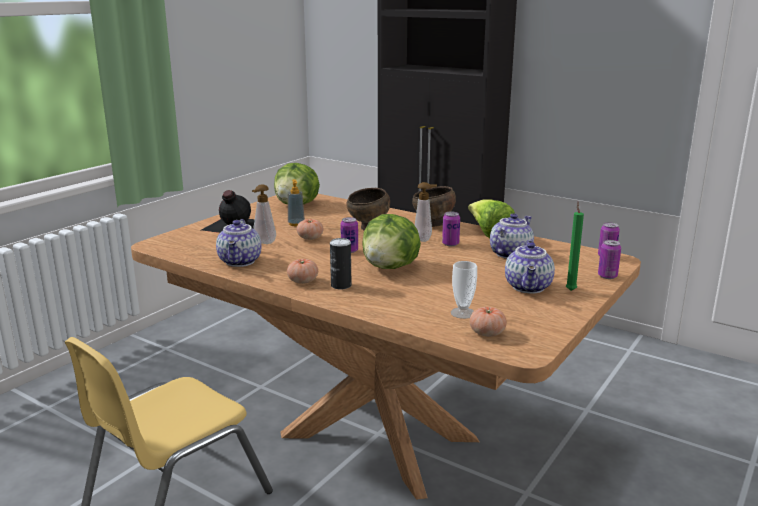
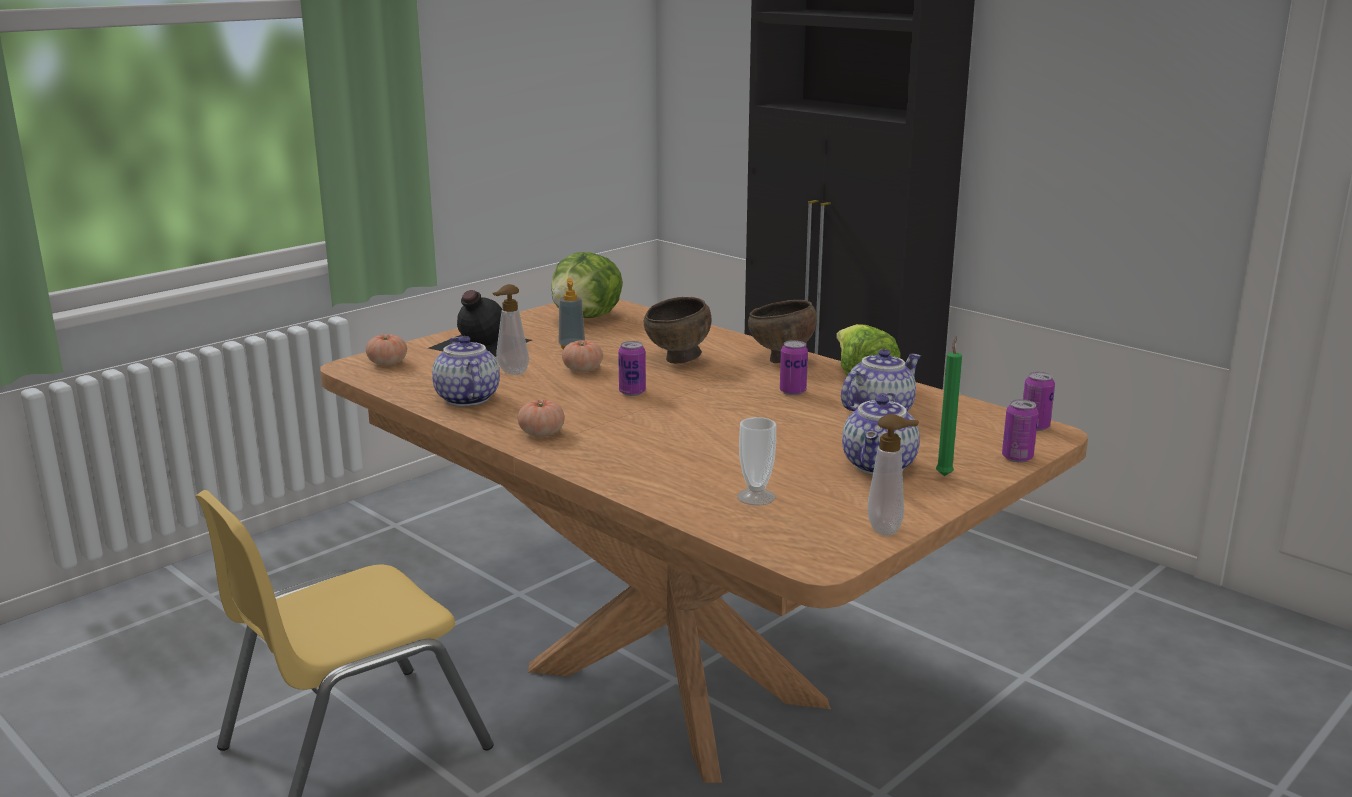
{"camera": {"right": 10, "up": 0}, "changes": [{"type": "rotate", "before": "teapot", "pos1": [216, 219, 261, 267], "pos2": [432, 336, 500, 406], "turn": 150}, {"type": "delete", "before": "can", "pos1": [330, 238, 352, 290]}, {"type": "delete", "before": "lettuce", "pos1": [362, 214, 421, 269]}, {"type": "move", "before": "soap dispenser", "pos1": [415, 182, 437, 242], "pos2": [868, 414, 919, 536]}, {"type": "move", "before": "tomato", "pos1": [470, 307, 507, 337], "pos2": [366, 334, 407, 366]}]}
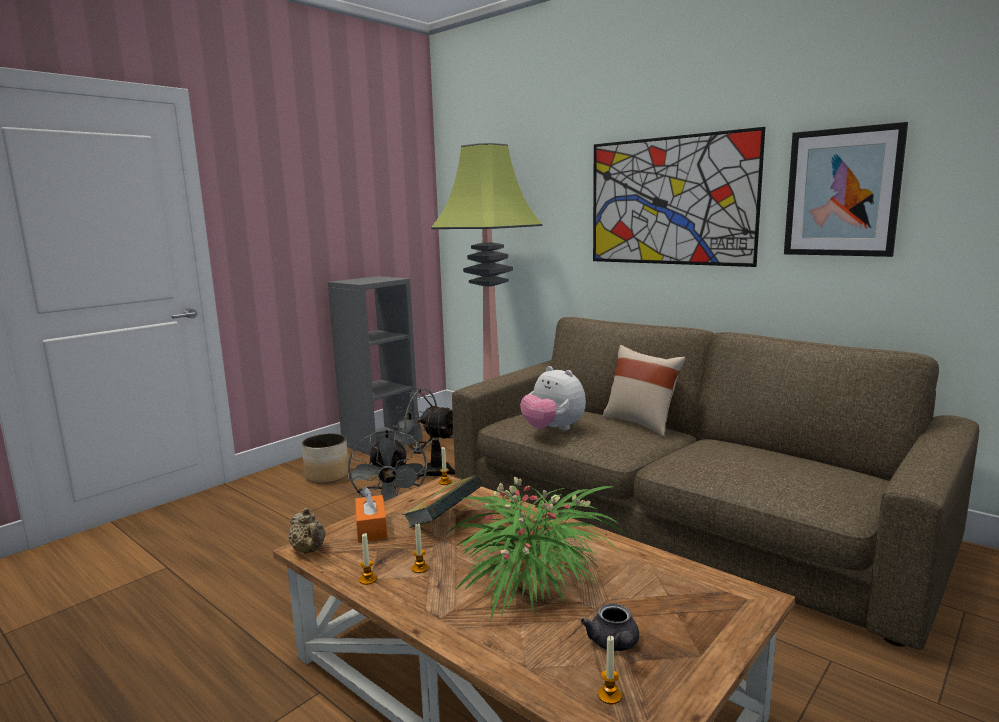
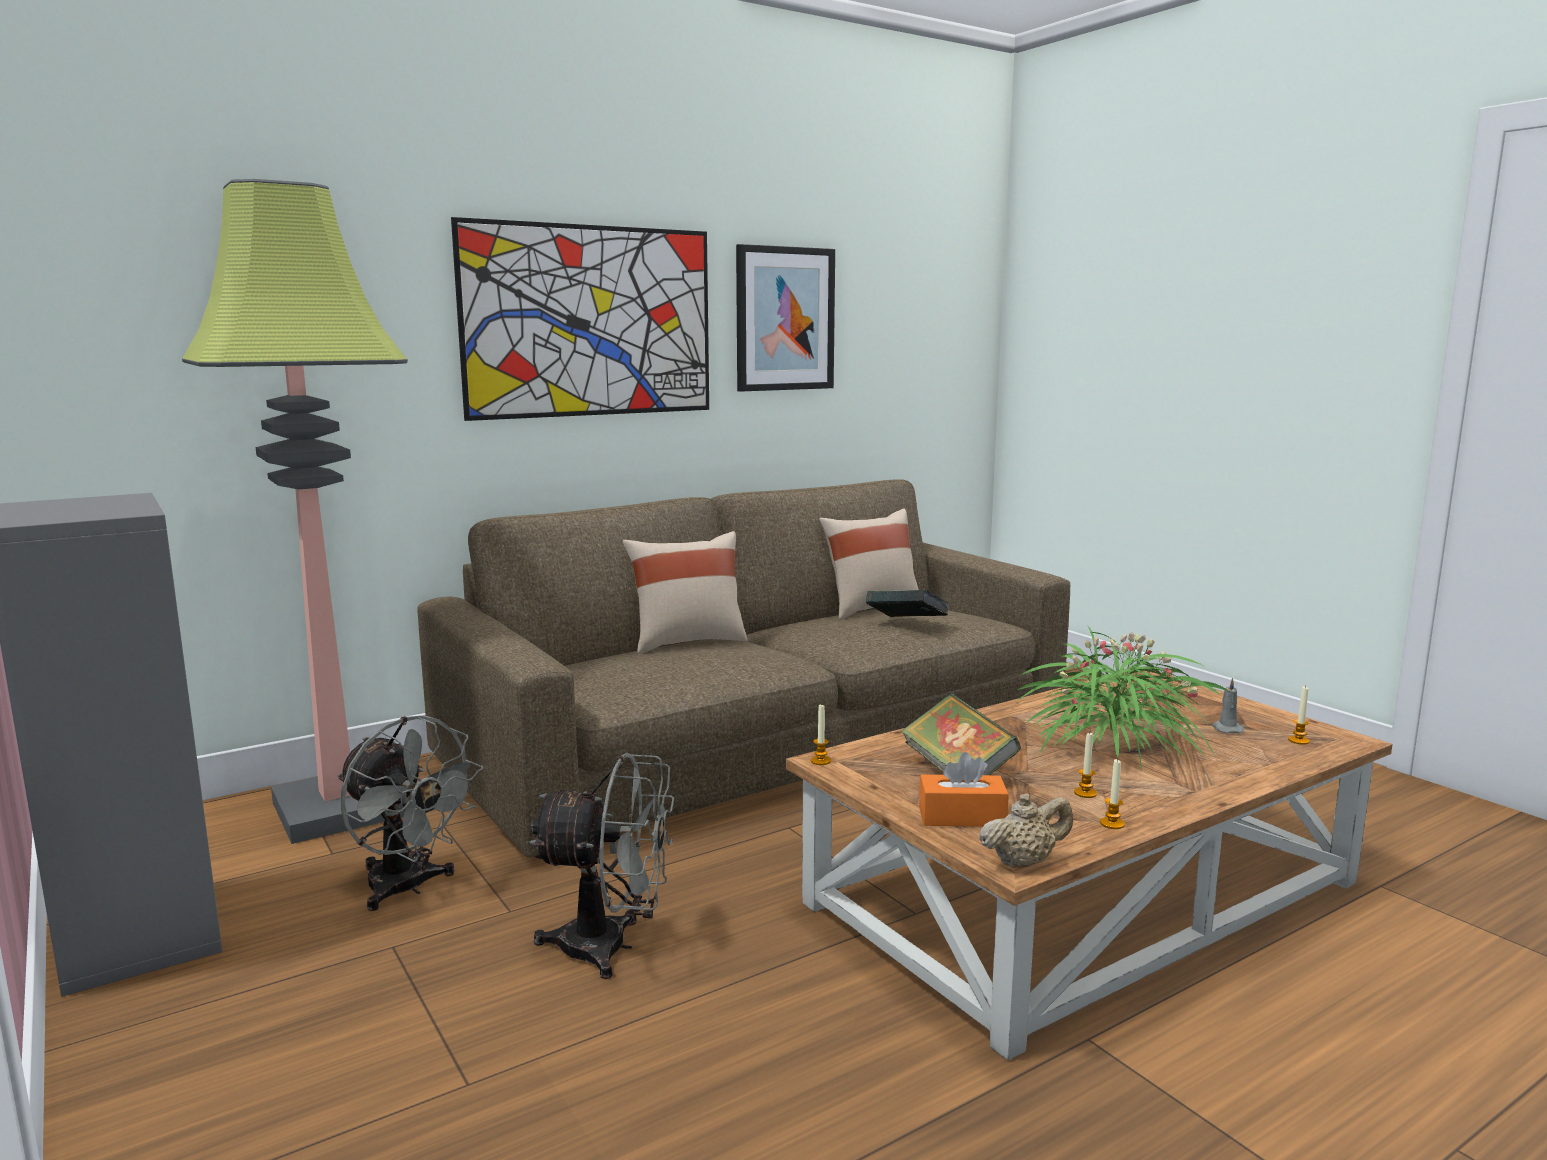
{"camera": {"right": -75, "up": 0}, "changes": [{"type": "delete", "before": "planter", "pos1": [302, 433, 348, 484]}, {"type": "rotate", "before": "fan/grey", "pos1": [392, 388, 455, 480], "pos2": [338, 716, 483, 911], "turn": -90}, {"type": "delete", "before": "plush toy", "pos1": [520, 366, 586, 430]}, {"type": "replace", "before": "teapot/grey", "after": "candle/grey", "pos1": [581, 603, 639, 651], "pos2": [1212, 678, 1244, 734]}, {"type": "insert", "after": "pillow/beige", "pos2": [819, 509, 919, 620]}, {"type": "insert", "after": "book", "pos2": [866, 590, 949, 617]}]}
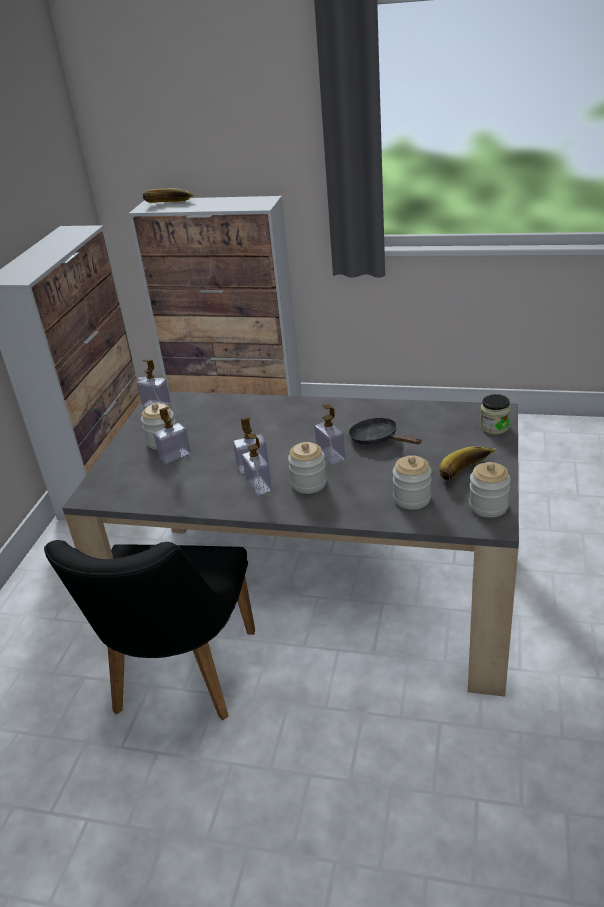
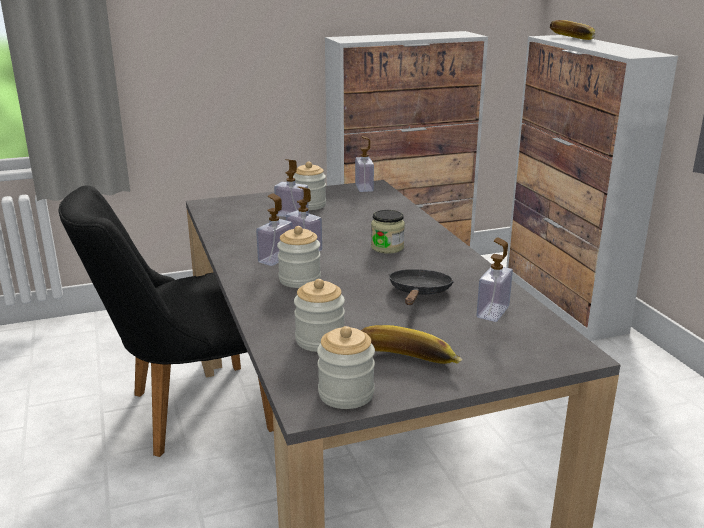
{"camera": {"right": 55, "up": -10}, "changes": [{"type": "move", "before": "soap dispenser", "pos1": [315, 405, 345, 464], "pos2": [477, 237, 513, 322]}, {"type": "move", "before": "jar", "pos1": [480, 394, 511, 435], "pos2": [371, 210, 405, 254]}]}
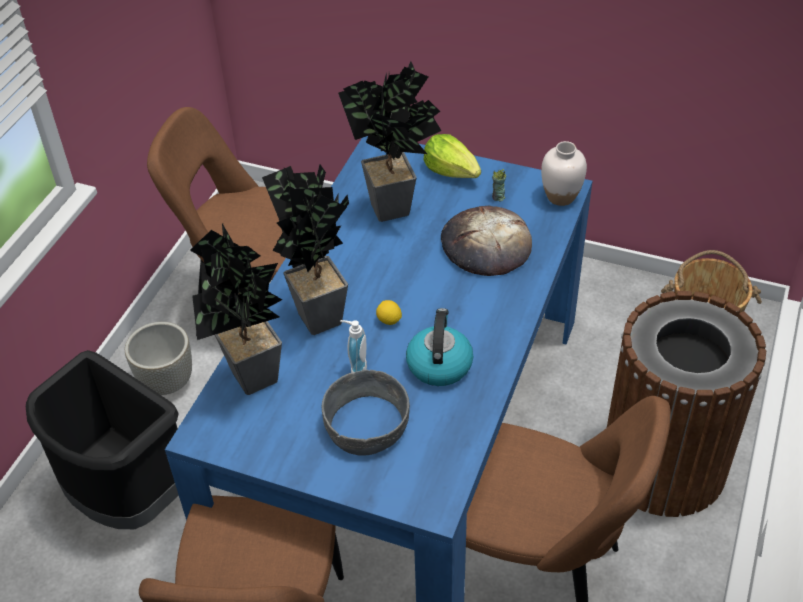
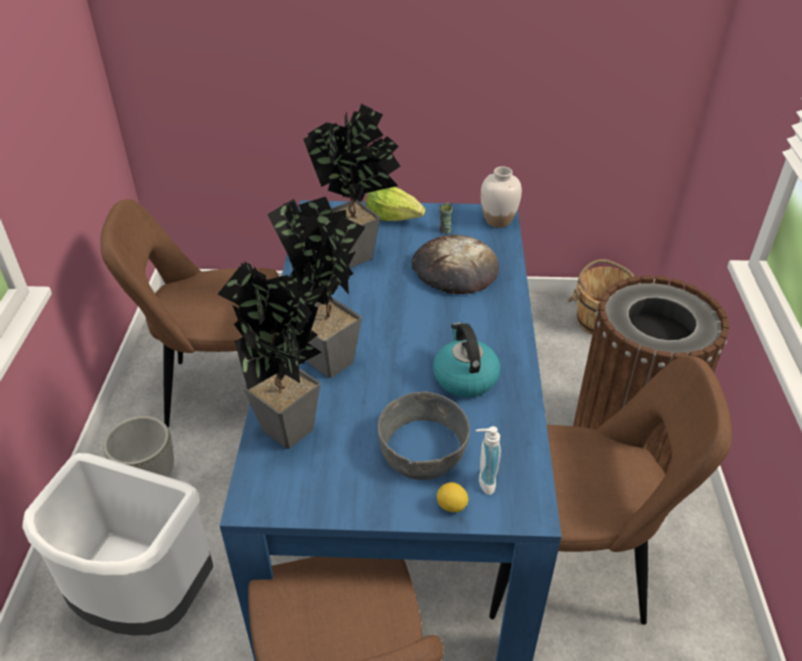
{"camera": {"right": -20, "up": -5}, "changes": [{"type": "recolor", "before": "trash can/black", "after": "trash can/white", "pos1": [26, 350, 179, 529], "pos2": [22, 453, 213, 636]}, {"type": "move", "before": "soap dispenser", "pos1": [340, 320, 367, 373], "pos2": [476, 426, 501, 495]}, {"type": "move", "before": "lemon", "pos1": [376, 300, 402, 325], "pos2": [437, 482, 469, 512]}]}
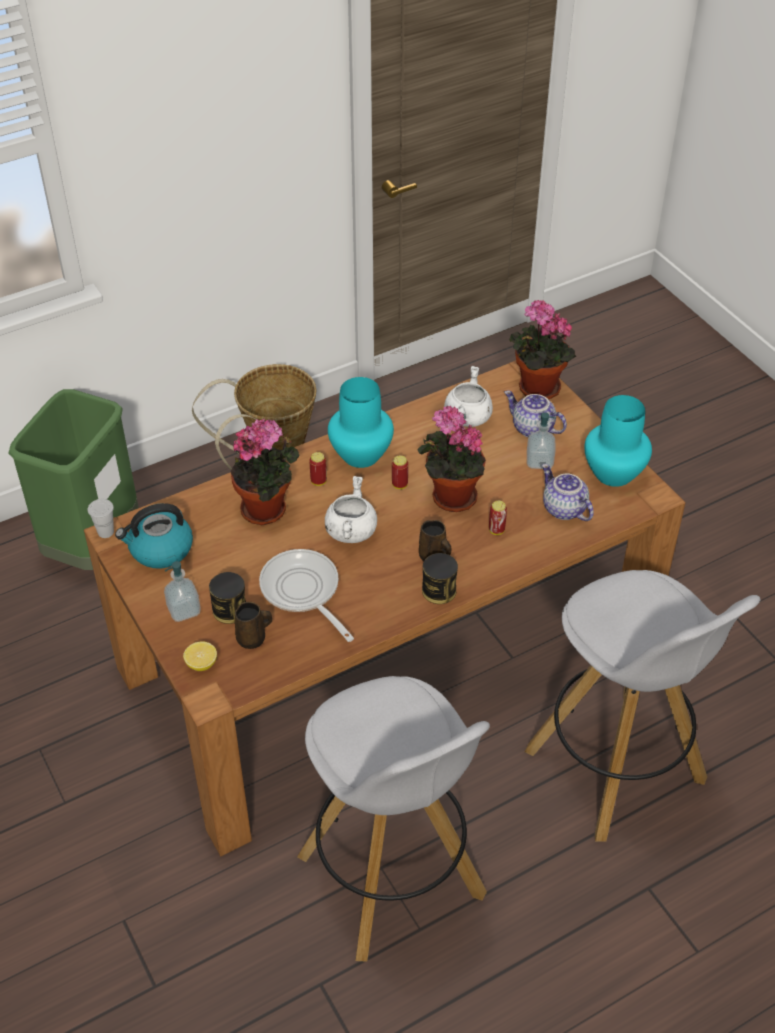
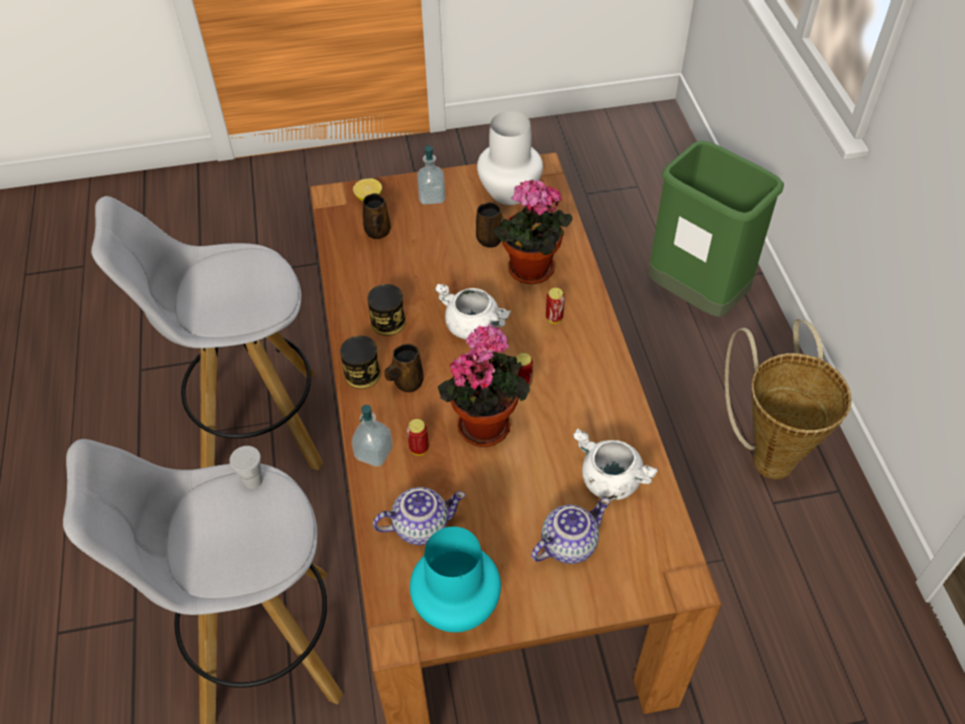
{"camera": {"right": 110, "up": 5}, "changes": [{"type": "move", "before": "cup/white", "pos1": [88, 499, 114, 538], "pos2": [230, 446, 263, 489]}, {"type": "replace", "before": "kettle", "after": "vase/white", "pos1": [115, 503, 193, 569], "pos2": [477, 111, 543, 205]}, {"type": "move", "before": "can", "pos1": [209, 572, 246, 624], "pos2": [367, 284, 406, 336]}, {"type": "delete", "before": "frying pan", "pos1": [259, 549, 354, 642]}, {"type": "delete", "before": "vase/turquoise", "pos1": [328, 377, 394, 468]}, {"type": "delete", "before": "potted plant", "pos1": [509, 300, 576, 400]}, {"type": "move", "before": "soap dispenser", "pos1": [527, 412, 556, 469], "pos2": [352, 405, 393, 467]}, {"type": "insert", "after": "mug/brown", "pos2": [476, 202, 505, 248]}]}
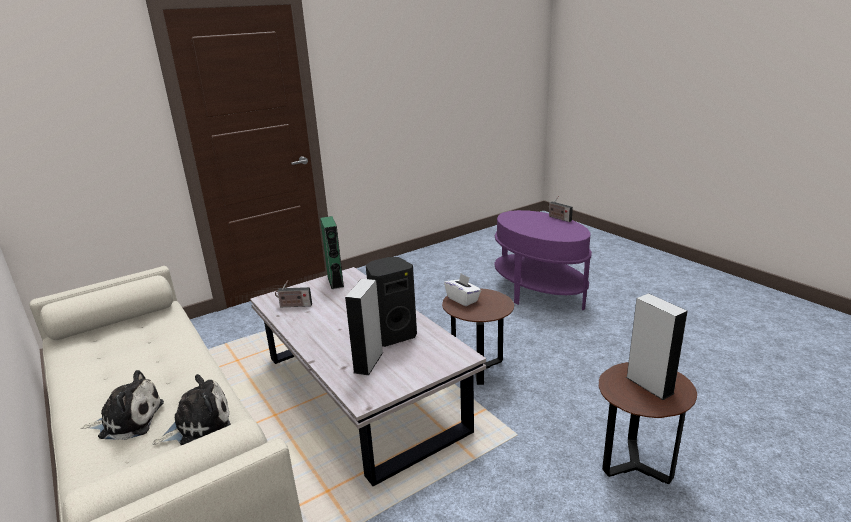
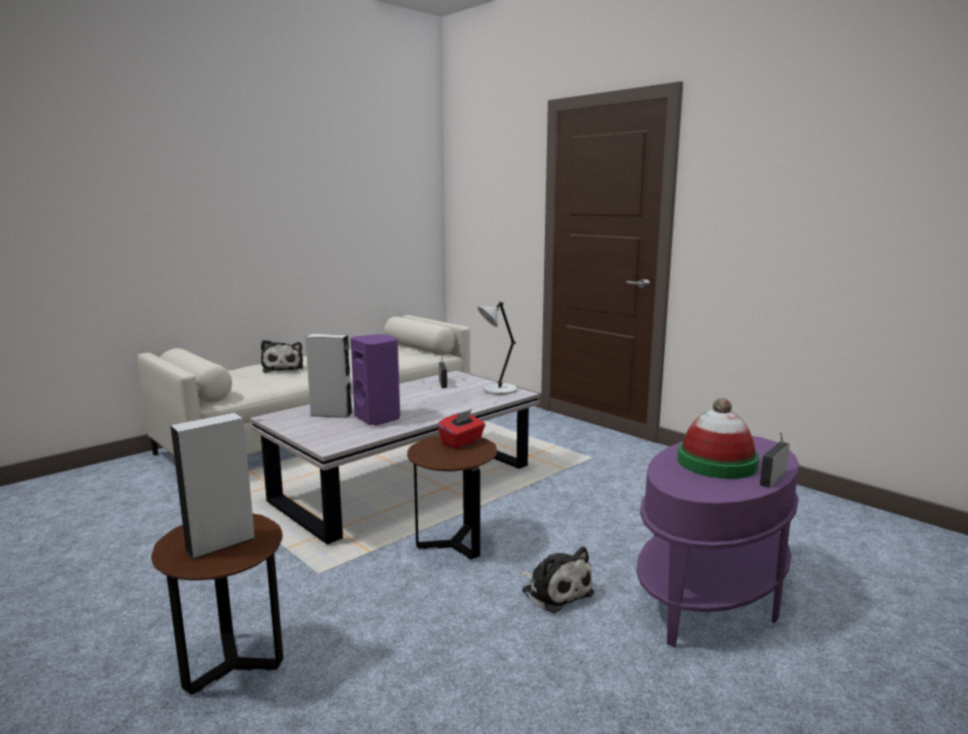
{"camera": {"right": 80, "up": -10}, "changes": [{"type": "move", "before": "plush toy", "pos1": [153, 374, 231, 445], "pos2": [520, 547, 594, 613]}, {"type": "replace", "before": "speaker/green", "after": "table lamp/grey", "pos1": [320, 216, 344, 289], "pos2": [477, 302, 517, 395]}, {"type": "recolor", "before": "speaker/black", "after": "speaker/purple", "pos1": [366, 257, 417, 347], "pos2": [351, 334, 400, 426]}, {"type": "recolor", "before": "tissue box/white", "after": "tissue box/red", "pos1": [444, 274, 481, 306], "pos2": [437, 409, 485, 449]}, {"type": "insert", "after": "hat", "pos2": [677, 398, 759, 479]}]}
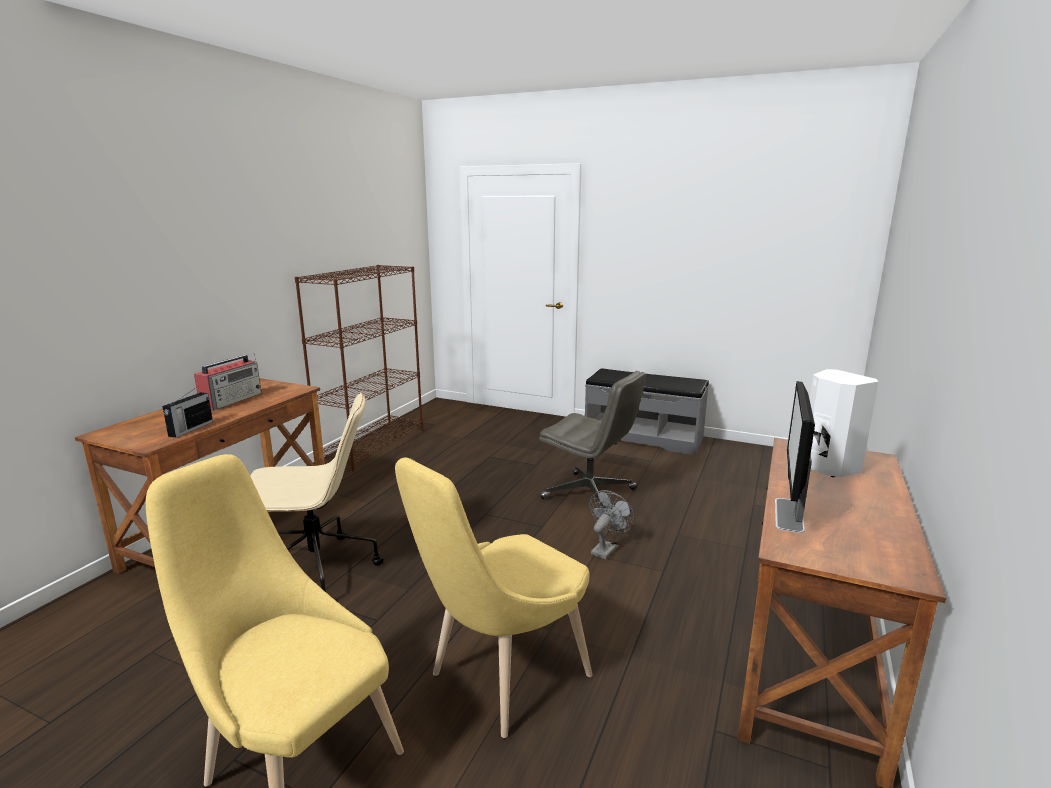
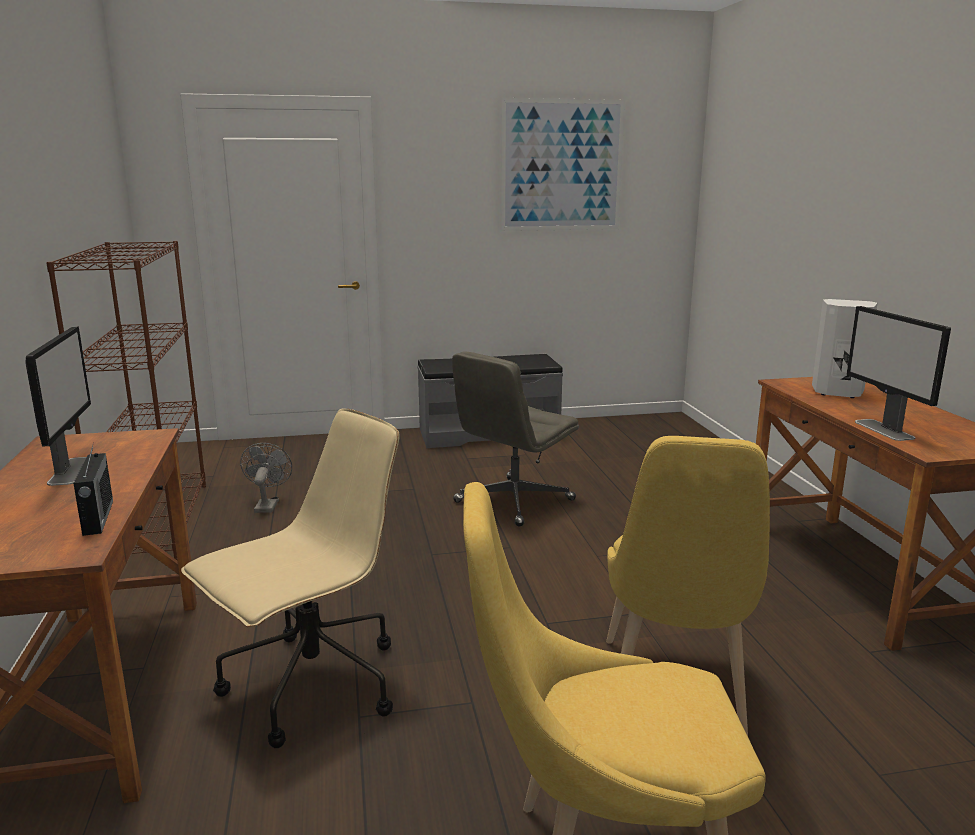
{"camera": {"right": -35, "up": 0}, "changes": [{"type": "replace", "before": "radio", "after": "monitor", "pos1": [194, 353, 262, 411], "pos2": [25, 326, 91, 486]}, {"type": "rotate", "before": "office chair/grey", "pos1": [539, 371, 646, 509], "pos2": [452, 351, 579, 527], "turn": 135}, {"type": "move", "before": "fan/grey", "pos1": [590, 490, 635, 559], "pos2": [240, 443, 292, 513]}, {"type": "insert", "after": "picture", "pos2": [501, 98, 625, 231]}]}
